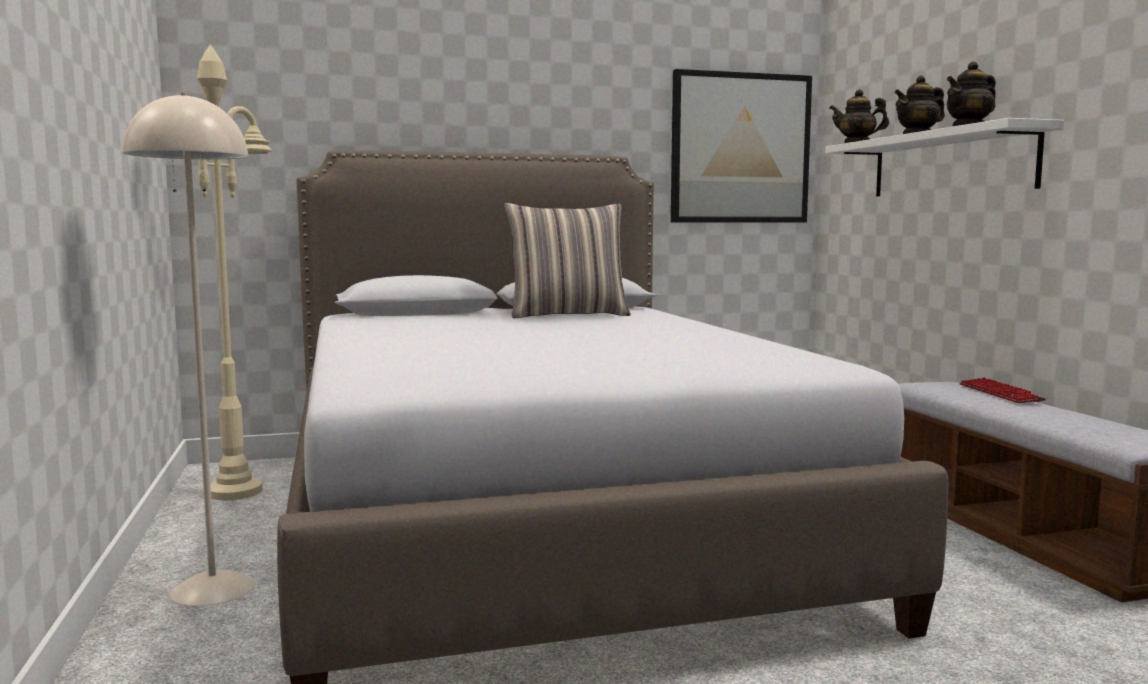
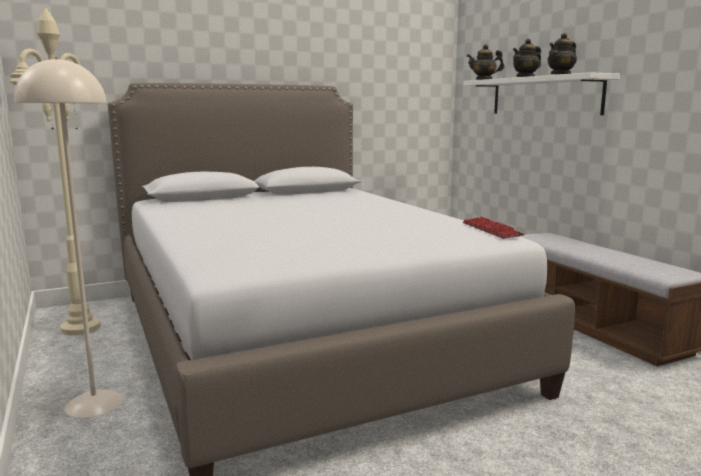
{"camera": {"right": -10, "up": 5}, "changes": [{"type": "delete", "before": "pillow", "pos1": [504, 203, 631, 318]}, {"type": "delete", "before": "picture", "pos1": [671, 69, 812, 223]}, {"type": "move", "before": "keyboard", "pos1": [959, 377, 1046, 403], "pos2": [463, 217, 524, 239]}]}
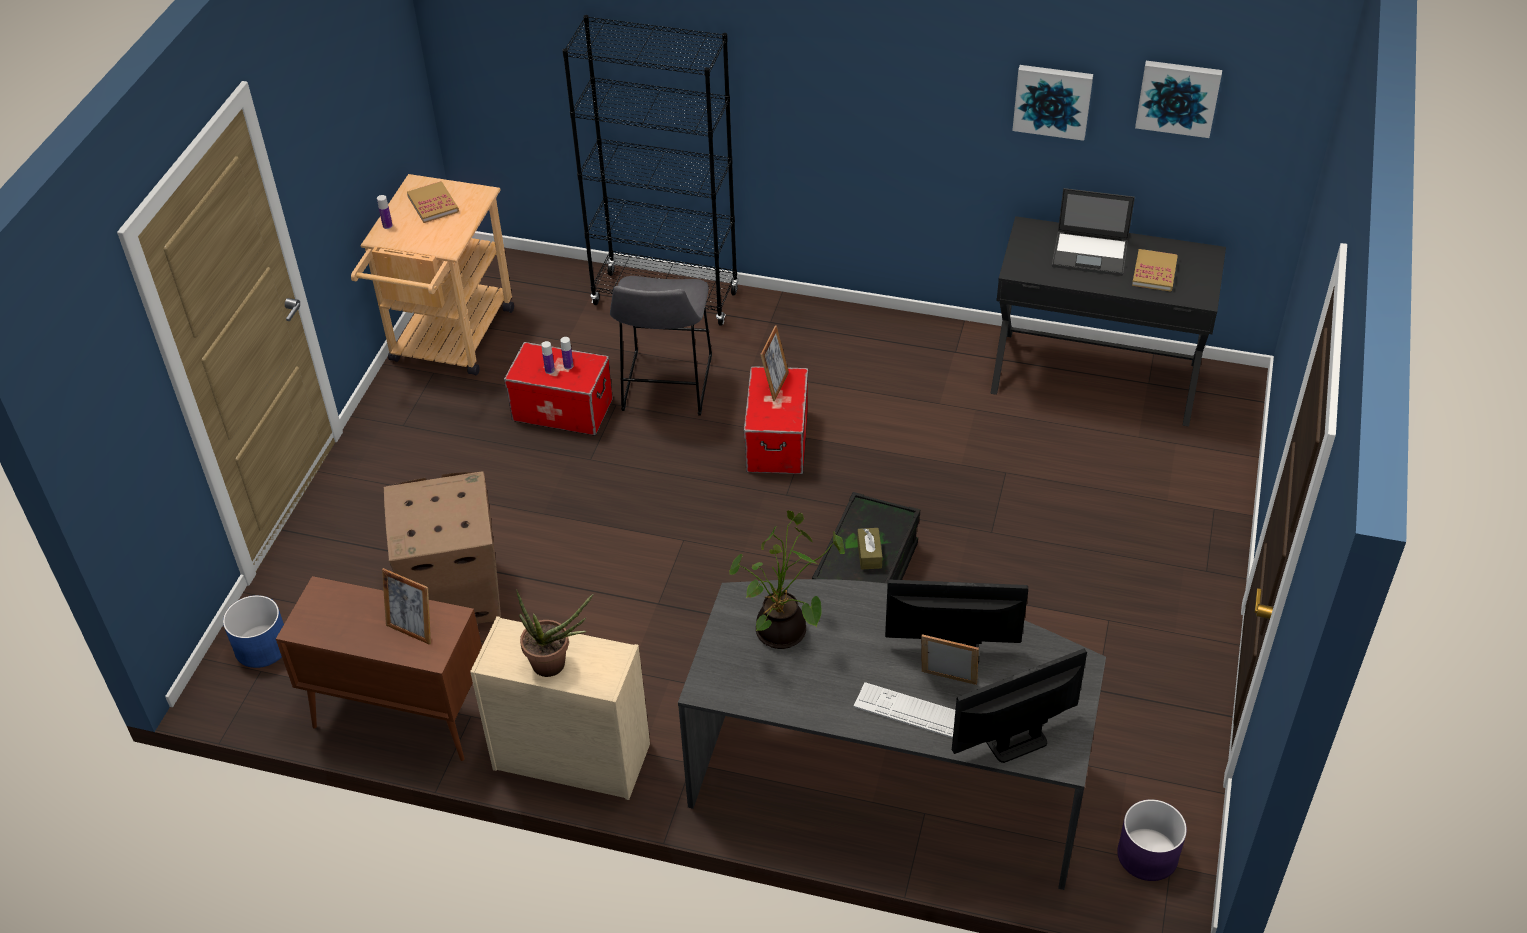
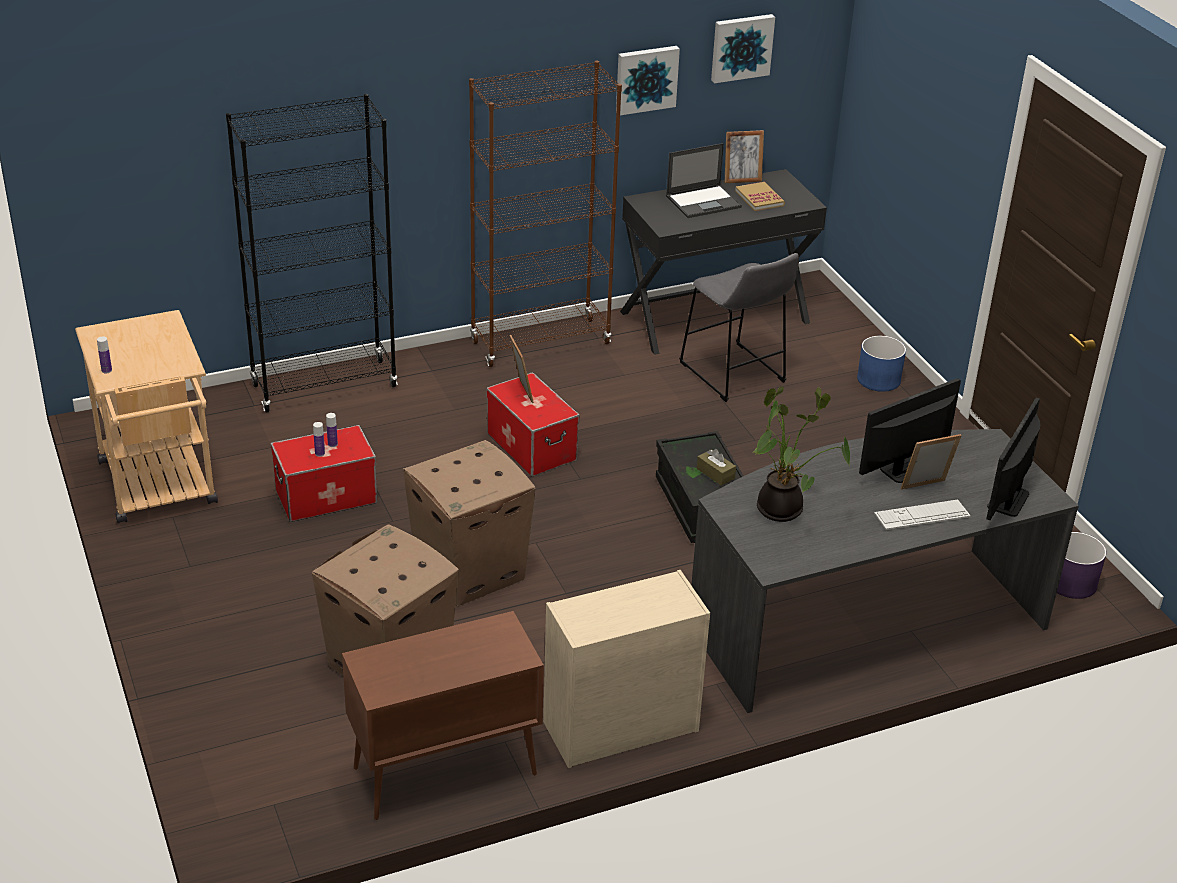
{"camera": {"right": -40, "up": -10}, "changes": [{"type": "move", "before": "planter/blue", "pos1": [223, 595, 284, 668], "pos2": [857, 336, 906, 392]}, {"type": "move", "before": "picture frame", "pos1": [382, 568, 431, 645], "pos2": [725, 130, 764, 183]}, {"type": "delete", "before": "book", "pos1": [407, 181, 459, 223]}, {"type": "delete", "before": "potted plant", "pos1": [516, 589, 594, 677]}, {"type": "move", "before": "stool/grey", "pos1": [610, 276, 712, 416], "pos2": [679, 253, 799, 402]}, {"type": "insert", "after": "cardboard box", "pos2": [403, 440, 536, 606]}, {"type": "insert", "after": "bookcase/brown", "pos2": [469, 61, 622, 367]}]}
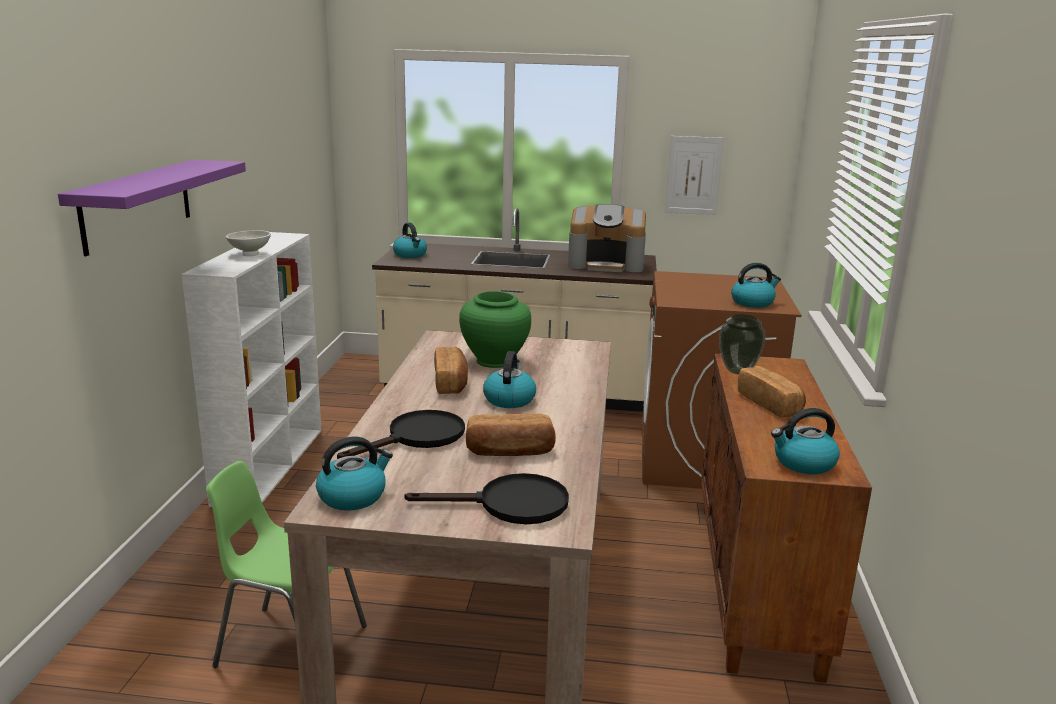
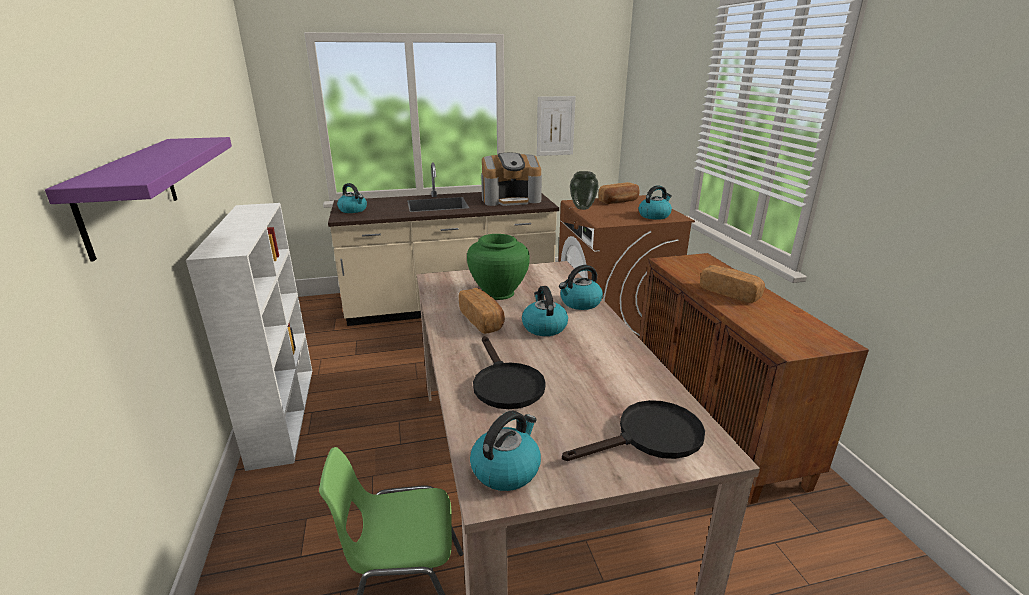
{"camera": {"right": -20, "up": 5}, "changes": [{"type": "delete", "before": "bowl/white", "pos1": [226, 230, 271, 256]}, {"type": "rotate", "before": "frying pan/black", "pos1": [337, 410, 465, 459], "pos2": [473, 336, 546, 409], "turn": 135}, {"type": "move", "before": "bread", "pos1": [466, 413, 556, 456], "pos2": [598, 182, 640, 204]}, {"type": "move", "before": "vase", "pos1": [719, 314, 766, 374], "pos2": [570, 171, 599, 210]}, {"type": "move", "before": "kettle", "pos1": [771, 408, 840, 474], "pos2": [559, 265, 603, 310]}]}
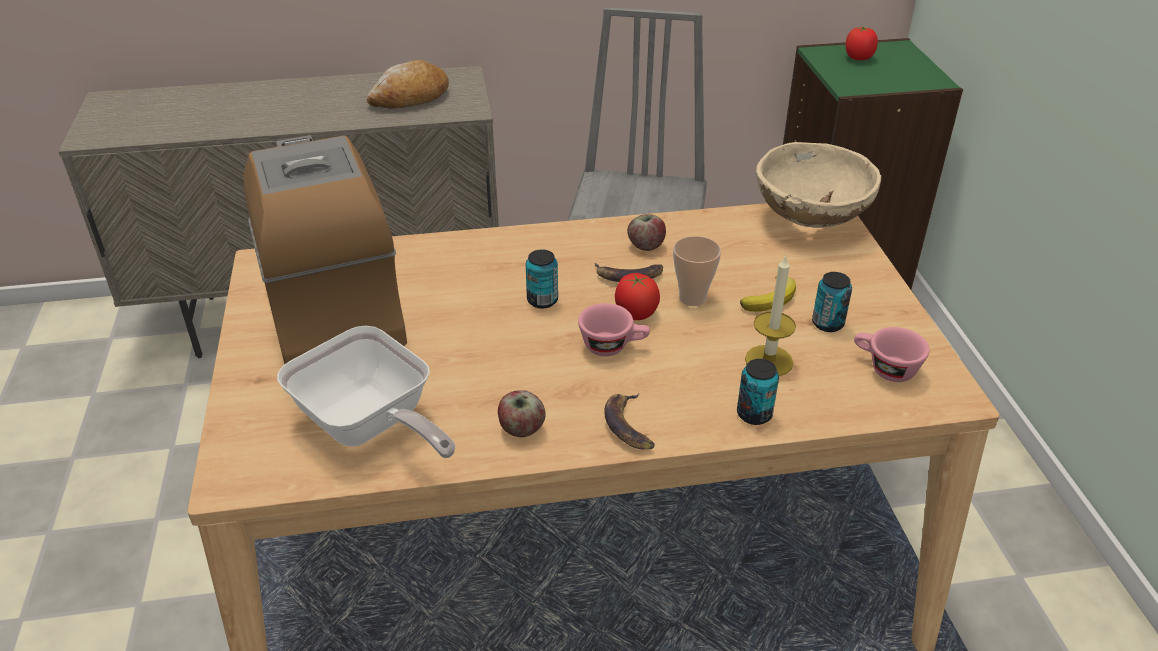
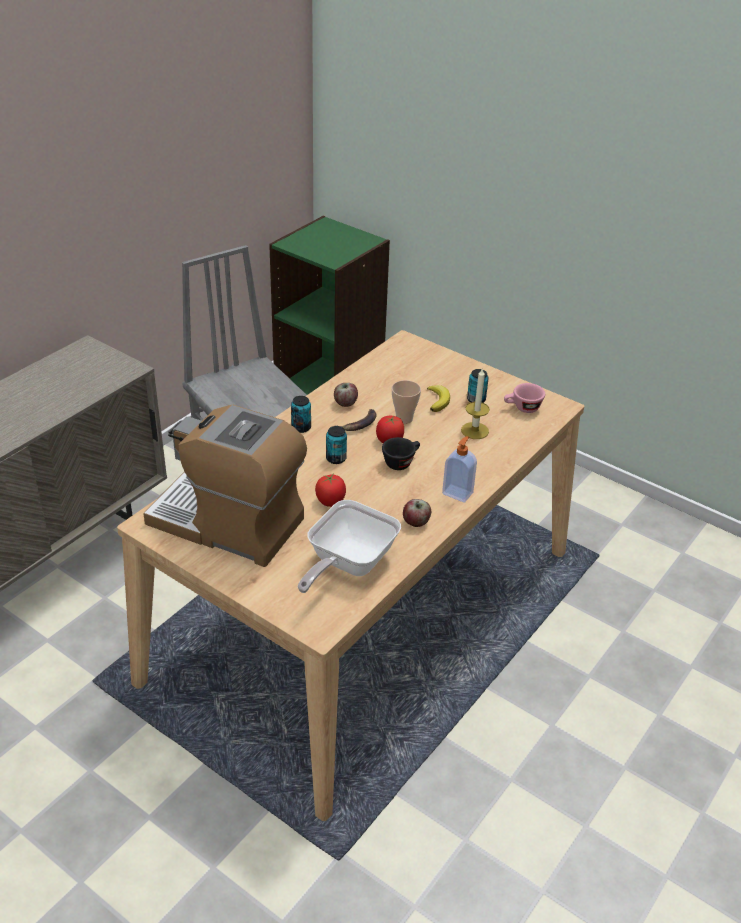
{"camera": {"right": -45, "up": 0}, "changes": [{"type": "rotate", "before": "frying pan", "pos1": [277, 325, 456, 458], "pos2": [298, 500, 401, 593], "turn": 120}, {"type": "delete", "before": "bread", "pos1": [367, 60, 449, 109]}, {"type": "recolor", "before": "cup/pink", "after": "cup/black", "pos1": [578, 303, 650, 356], "pos2": [382, 437, 420, 470]}, {"type": "replace", "before": "banana", "after": "soap dispenser", "pos1": [604, 394, 655, 450], "pos2": [442, 436, 477, 503]}, {"type": "move", "before": "can", "pos1": [737, 359, 779, 425], "pos2": [291, 396, 311, 433]}, {"type": "delete", "before": "bowl/beige", "pos1": [756, 142, 881, 228]}, {"type": "move", "before": "tomato", "pos1": [846, 26, 878, 60], "pos2": [315, 474, 346, 507]}]}
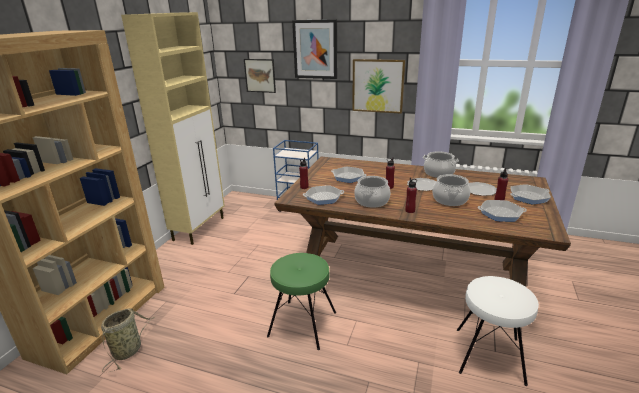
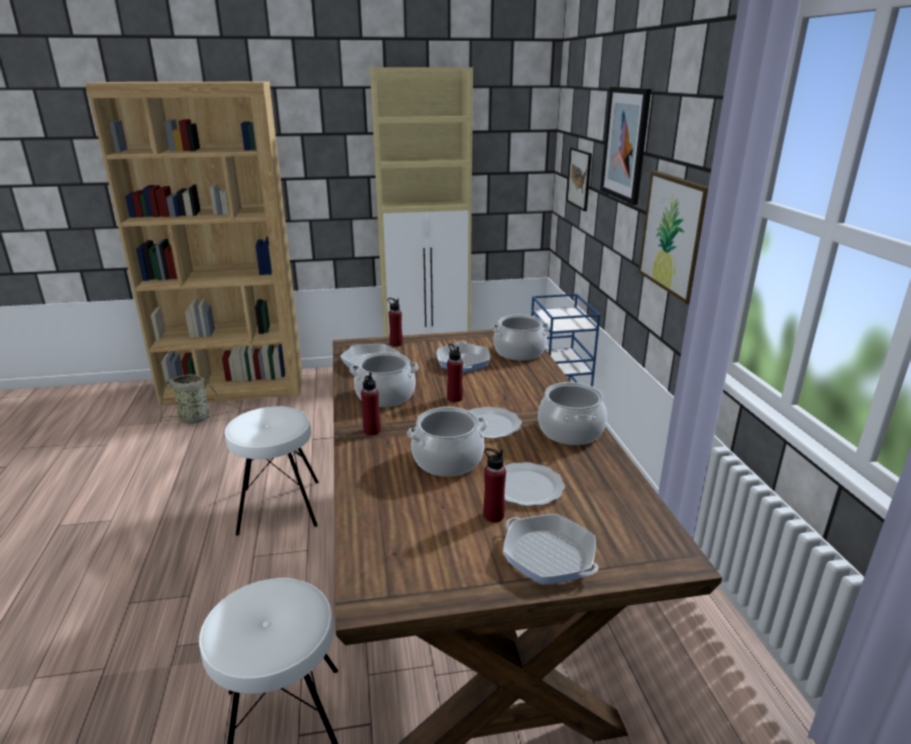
{"camera": {"right": 60, "up": 0}, "changes": [{"type": "recolor", "before": "stool/green", "after": "stool/white", "pos1": [267, 253, 336, 350], "pos2": [225, 406, 319, 536]}, {"type": "delete", "before": "frying pan", "pos1": [478, 200, 527, 222]}, {"type": "insert", "after": "cooking pot", "pos2": [491, 315, 550, 360]}]}
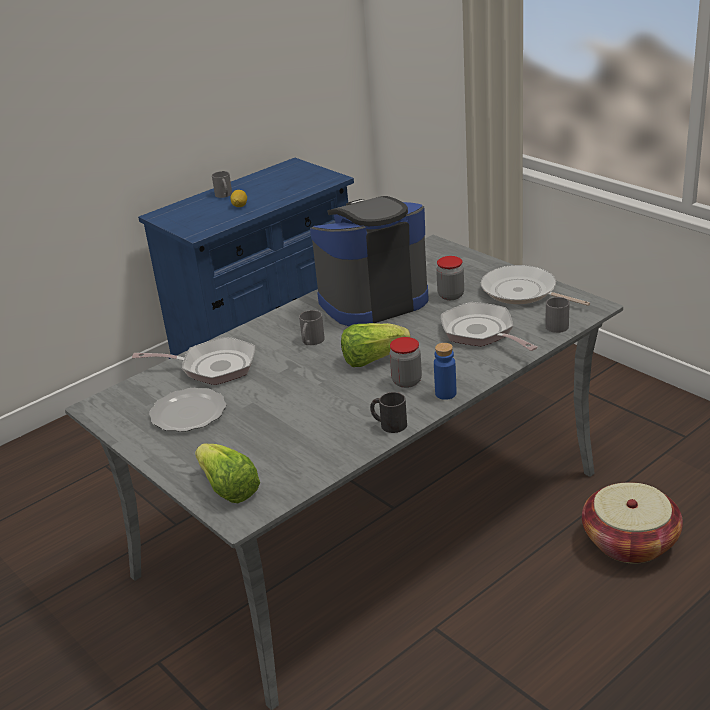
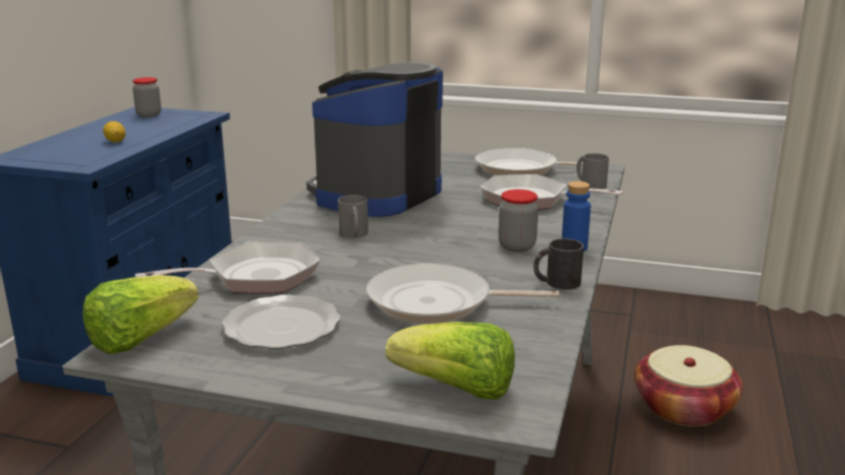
{"camera": {"right": -35, "up": -10}, "changes": [{"type": "delete", "before": "mug/grey", "pos1": [212, 171, 232, 198]}, {"type": "move", "before": "lettuce", "pos1": [341, 323, 411, 367], "pos2": [83, 275, 199, 354]}, {"type": "move", "before": "jar", "pos1": [436, 256, 464, 300], "pos2": [133, 77, 161, 117]}, {"type": "insert", "after": "frying pan", "pos2": [366, 263, 559, 323]}]}
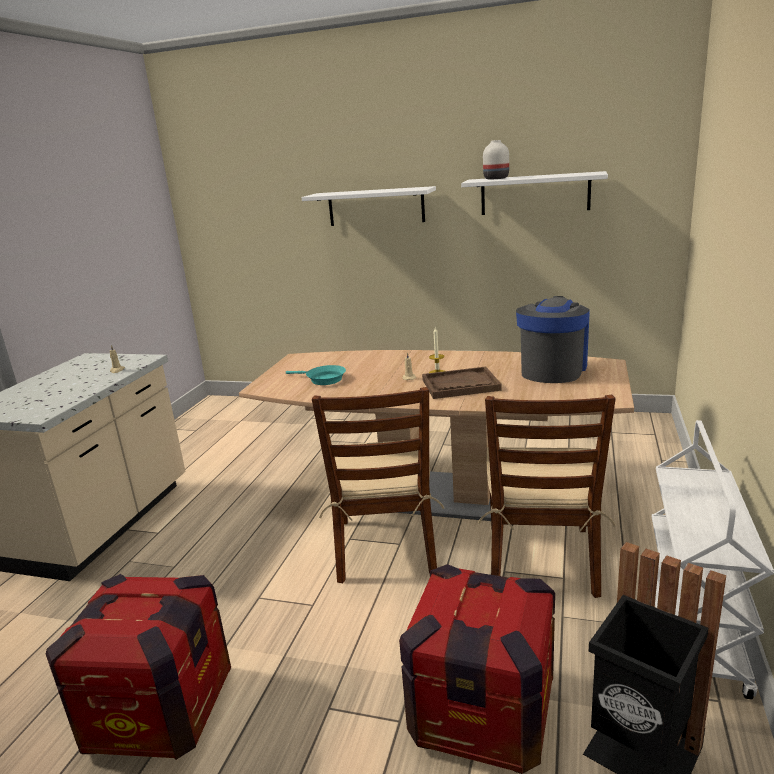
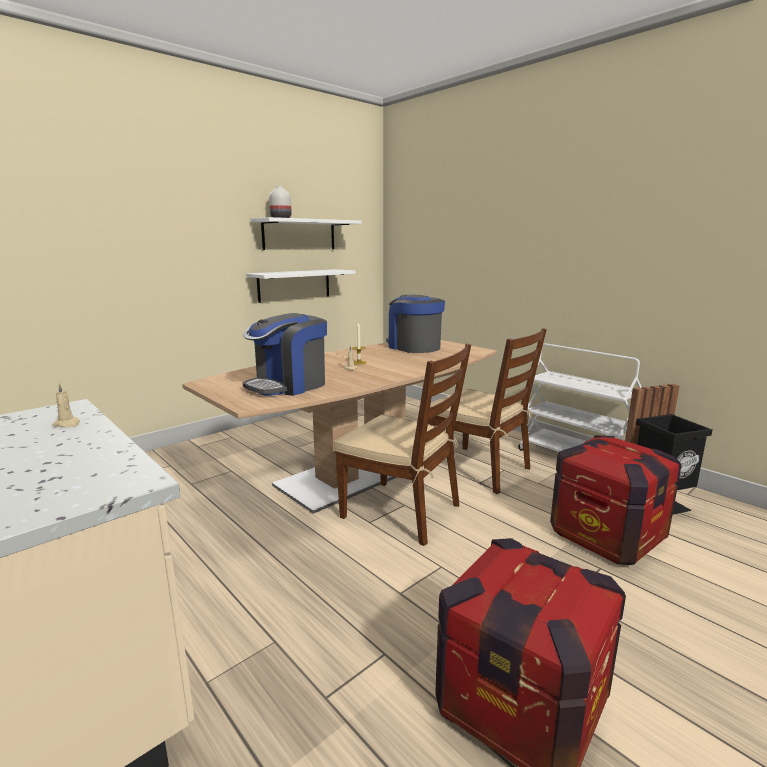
{"camera": {"right": -60, "up": -5}, "changes": [{"type": "replace", "before": "frying pan/turquoise", "after": "coffee machine", "pos1": [286, 365, 346, 385], "pos2": [243, 313, 327, 396]}, {"type": "move", "before": "shelf/white", "pos1": [301, 186, 436, 226], "pos2": [246, 269, 356, 303]}, {"type": "delete", "before": "tray/brown", "pos1": [422, 367, 502, 399]}]}
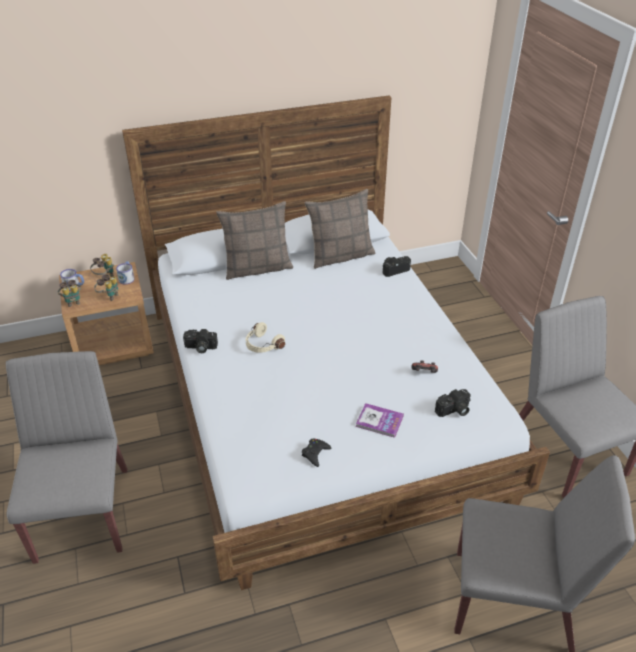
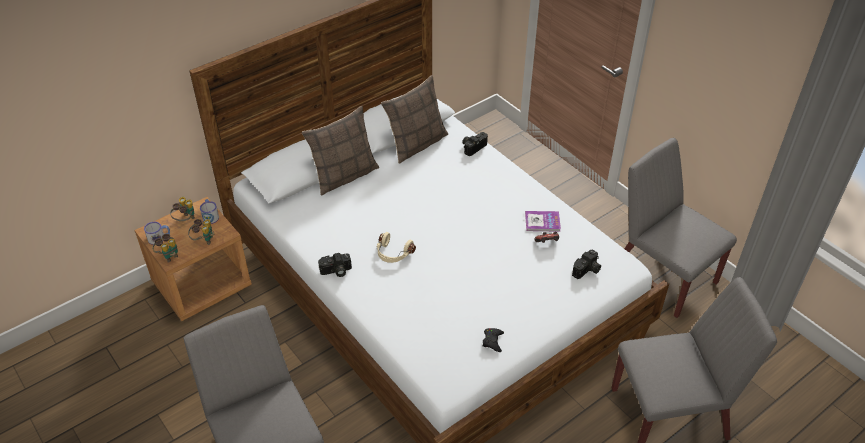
{"camera": {"right": -20, "up": 5}, "changes": [{"type": "move", "before": "book", "pos1": [356, 403, 404, 438], "pos2": [525, 211, 561, 232]}]}
